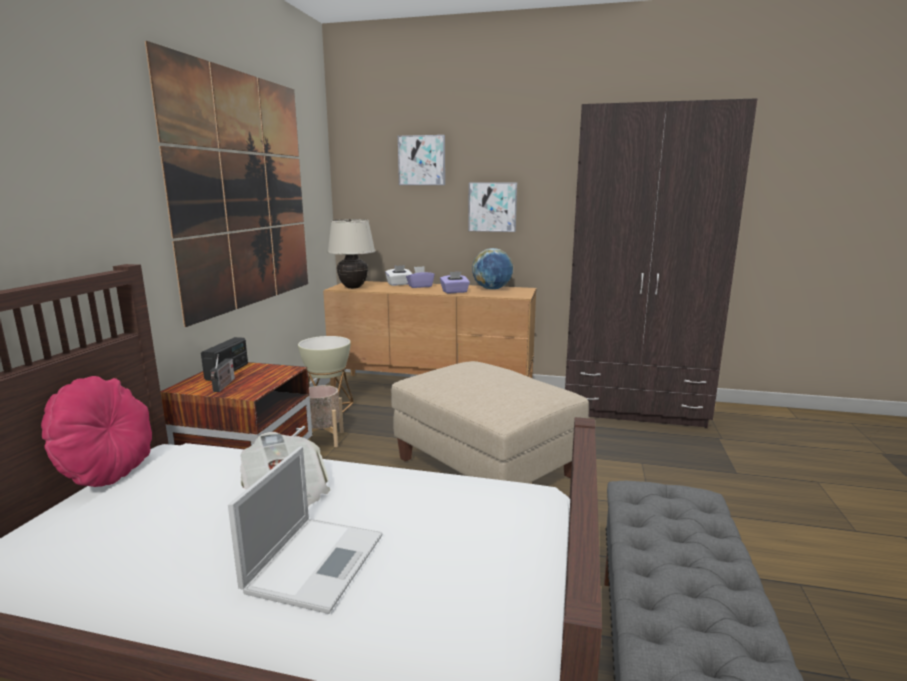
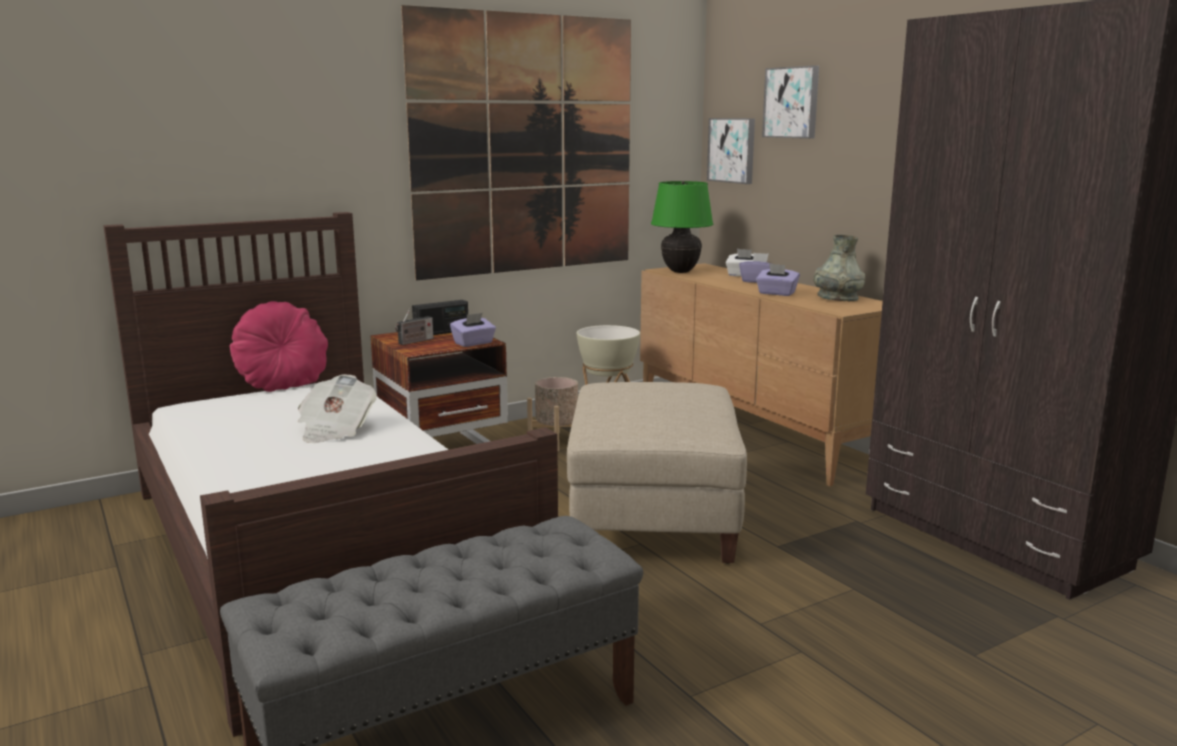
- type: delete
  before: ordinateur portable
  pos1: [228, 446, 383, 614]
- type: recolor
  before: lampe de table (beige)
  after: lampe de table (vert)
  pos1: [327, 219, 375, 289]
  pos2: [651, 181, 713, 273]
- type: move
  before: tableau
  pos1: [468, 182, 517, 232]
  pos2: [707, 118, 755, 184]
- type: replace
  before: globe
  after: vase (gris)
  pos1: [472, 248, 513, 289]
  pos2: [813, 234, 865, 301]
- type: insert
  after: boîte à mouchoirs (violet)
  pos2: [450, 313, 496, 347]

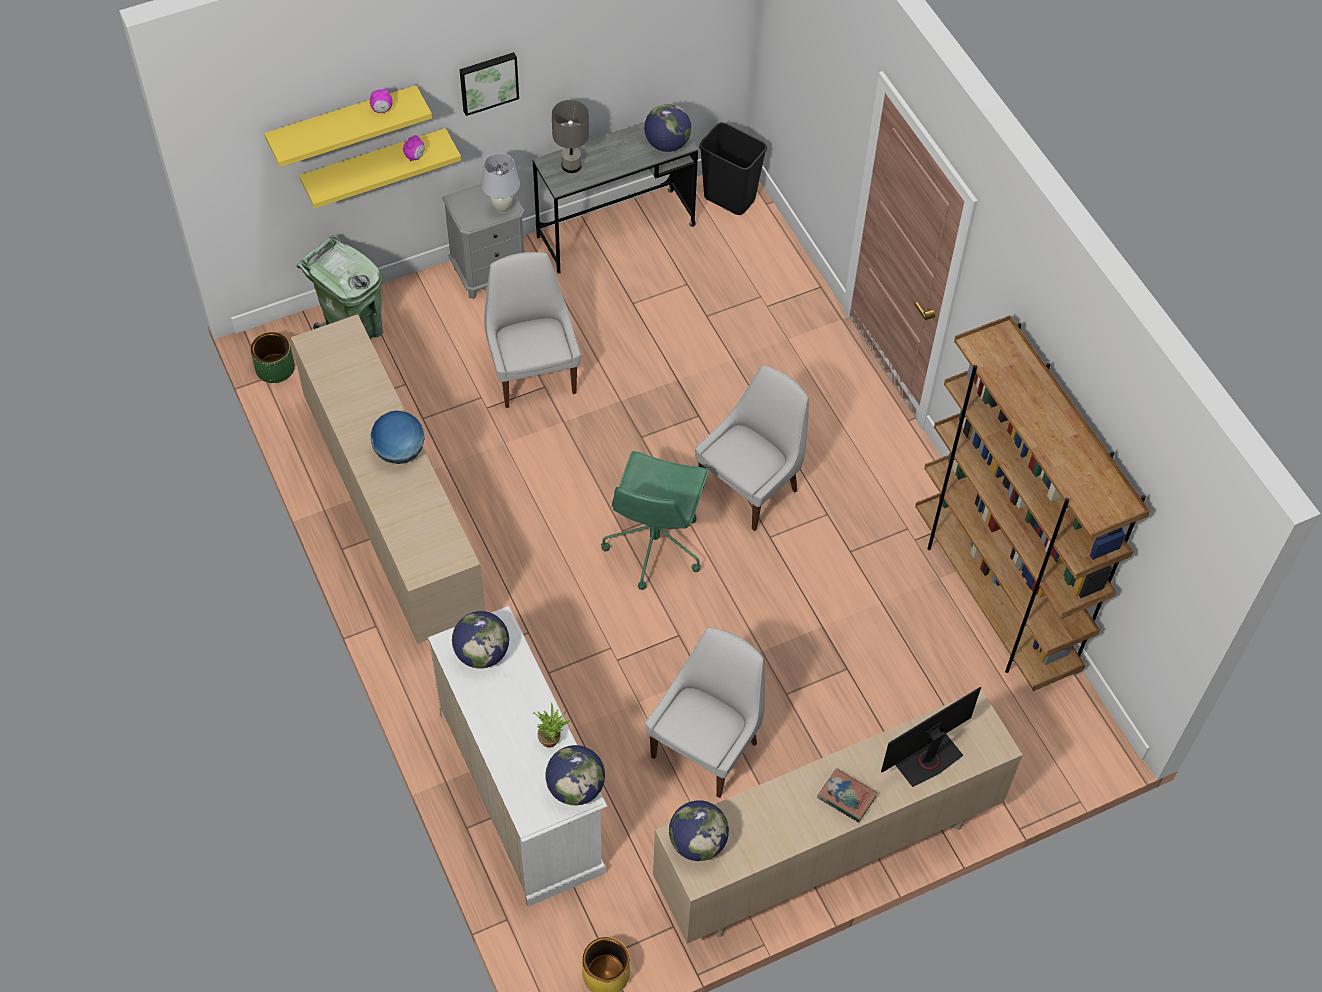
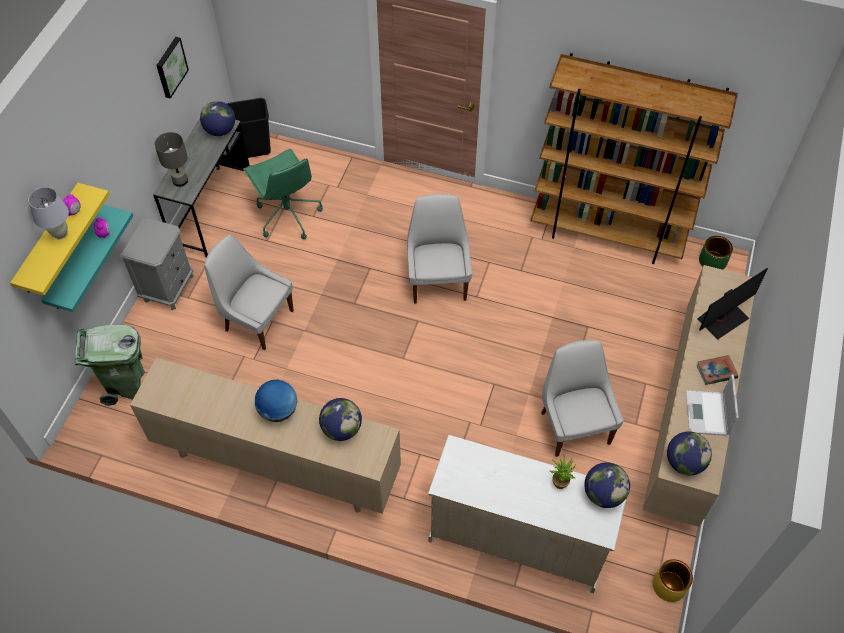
- type: move
  before: cache-pot (vert)
  pos1: [251, 332, 295, 383]
  pos2: [699, 236, 733, 270]
- type: recolor
  before: étagère (jaune)
  after: étagère (turquoise)
  pos1: [299, 128, 461, 209]
  pos2: [41, 205, 133, 312]
- type: move
  before: globe
  pos1: [452, 611, 509, 669]
  pos2: [319, 398, 362, 441]
- type: move
  before: tableau
  pos1: [460, 52, 519, 116]
  pos2: [156, 37, 189, 99]
- type: move
  before: lampe de table (blanc)
  pos1: [481, 153, 520, 213]
  pos2: [28, 187, 69, 239]
- type: move
  before: chaise de bureau (vert)
  pos1: [601, 451, 709, 590]
  pos2: [243, 149, 323, 239]
- type: rotate
  before: écran d'ordinateur
  pos1: [881, 687, 981, 787]
  pos2: [698, 268, 768, 339]
  turn: -135
- type: insert
  after: ordinateur portable
  pos2: [686, 374, 739, 436]

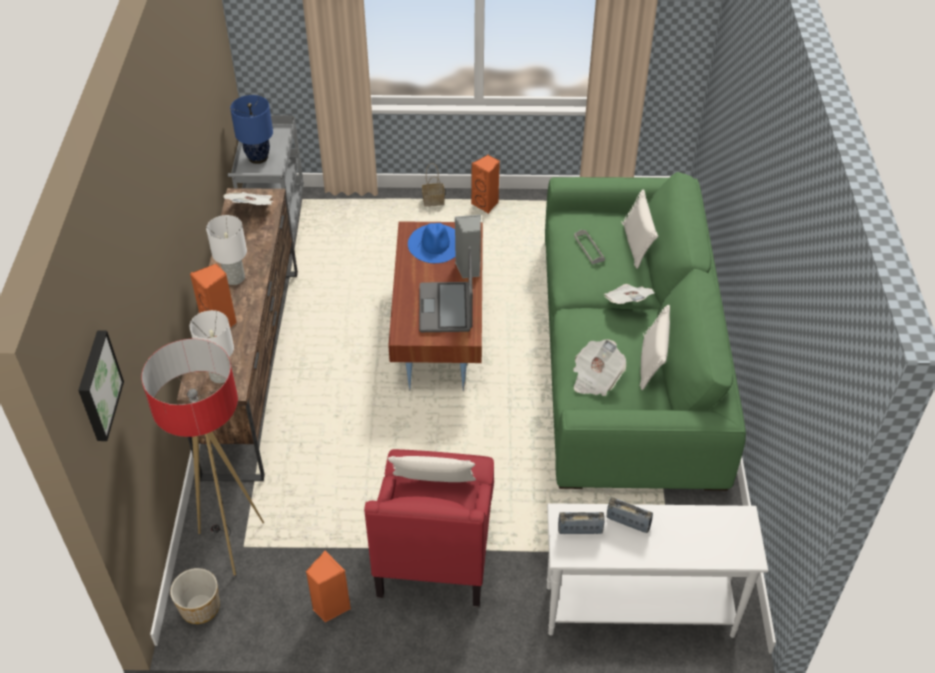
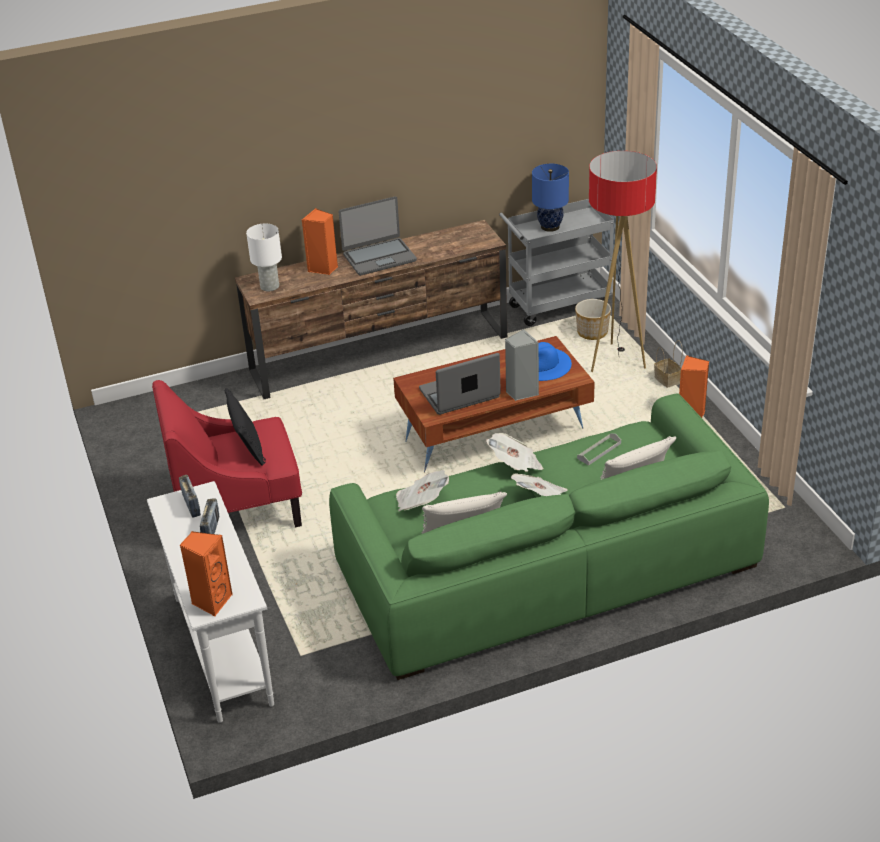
- type: delete
  before: tableau
  pos1: [78, 330, 124, 441]
- type: move
  before: lampadaire
  pos1: [142, 339, 264, 575]
  pos2: [589, 151, 657, 372]
- type: move
  before: cache-pot
  pos1: [170, 568, 220, 624]
  pos2: [575, 299, 611, 340]
- type: replace
  before: lampe de table (blanc)
  after: ordinateur portable
  pos1: [206, 215, 247, 285]
  pos2: [338, 196, 417, 276]
- type: move
  before: journal
  pos1: [224, 192, 273, 205]
  pos2: [486, 433, 544, 471]
- type: move
  before: enceinte (orange)
  pos1: [305, 550, 351, 622]
  pos2: [180, 531, 233, 616]
- type: recolor
  before: coussin (blanc)
  after: coussin (noir)
  pos1: [387, 456, 476, 482]
  pos2: [225, 388, 266, 466]

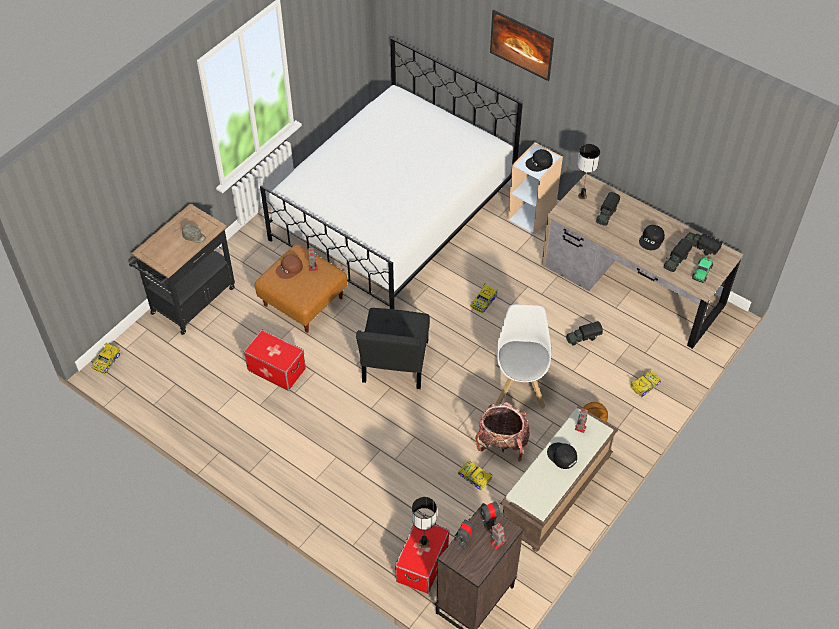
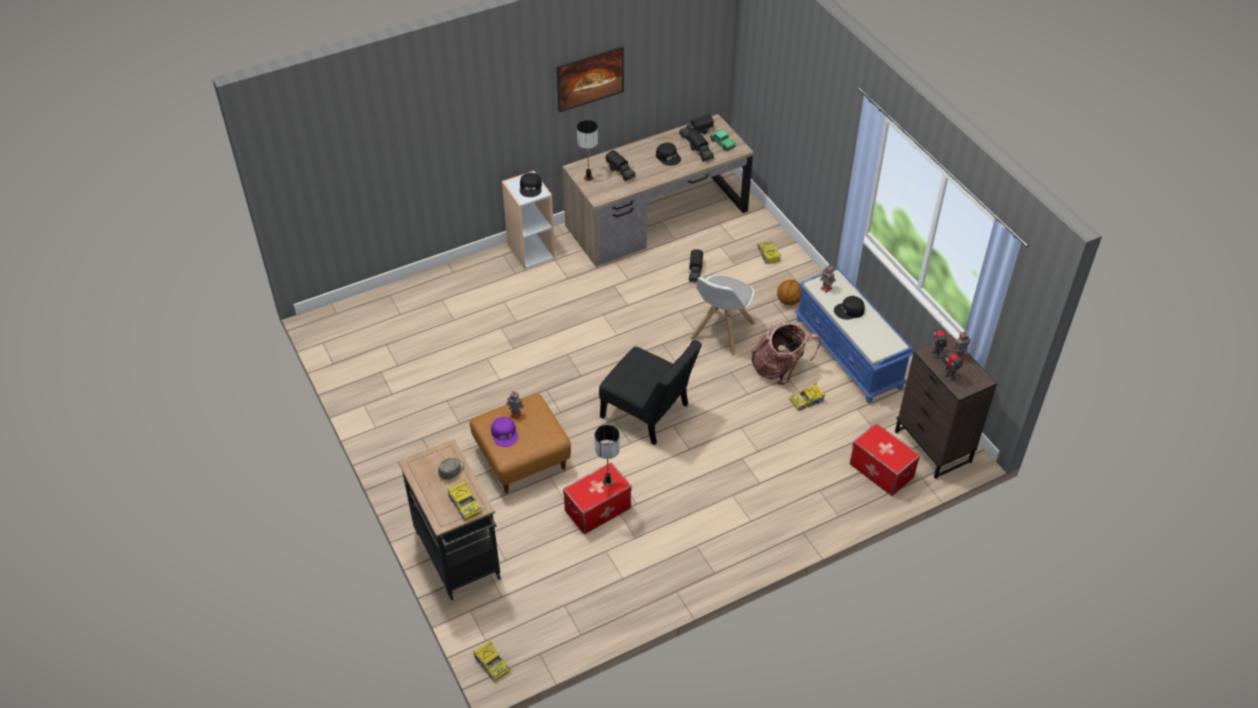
- type: delete
  before: lit (blanc)
  pos1: [260, 38, 523, 309]
- type: recolor
  before: casquette (marron)
  after: casquette (violet)
  pos1: [276, 255, 303, 279]
  pos2: [491, 417, 518, 447]
- type: move
  before: lampe de table
  pos1: [412, 497, 437, 548]
  pos2: [595, 425, 620, 486]
- type: move
  before: petite voiture
  pos1: [470, 284, 498, 313]
  pos2: [447, 480, 483, 521]
- type: move
  before: tableau
  pos1: [490, 10, 554, 81]
  pos2: [556, 46, 624, 113]
- type: rotate
  before: chaise
  pos1: [495, 304, 551, 408]
  pos2: [690, 275, 755, 356]
  turn: -90
- type: recolor
  before: banc (marron)
  after: banc (bleu)
  pos1: [500, 406, 618, 552]
  pos2: [795, 267, 913, 403]

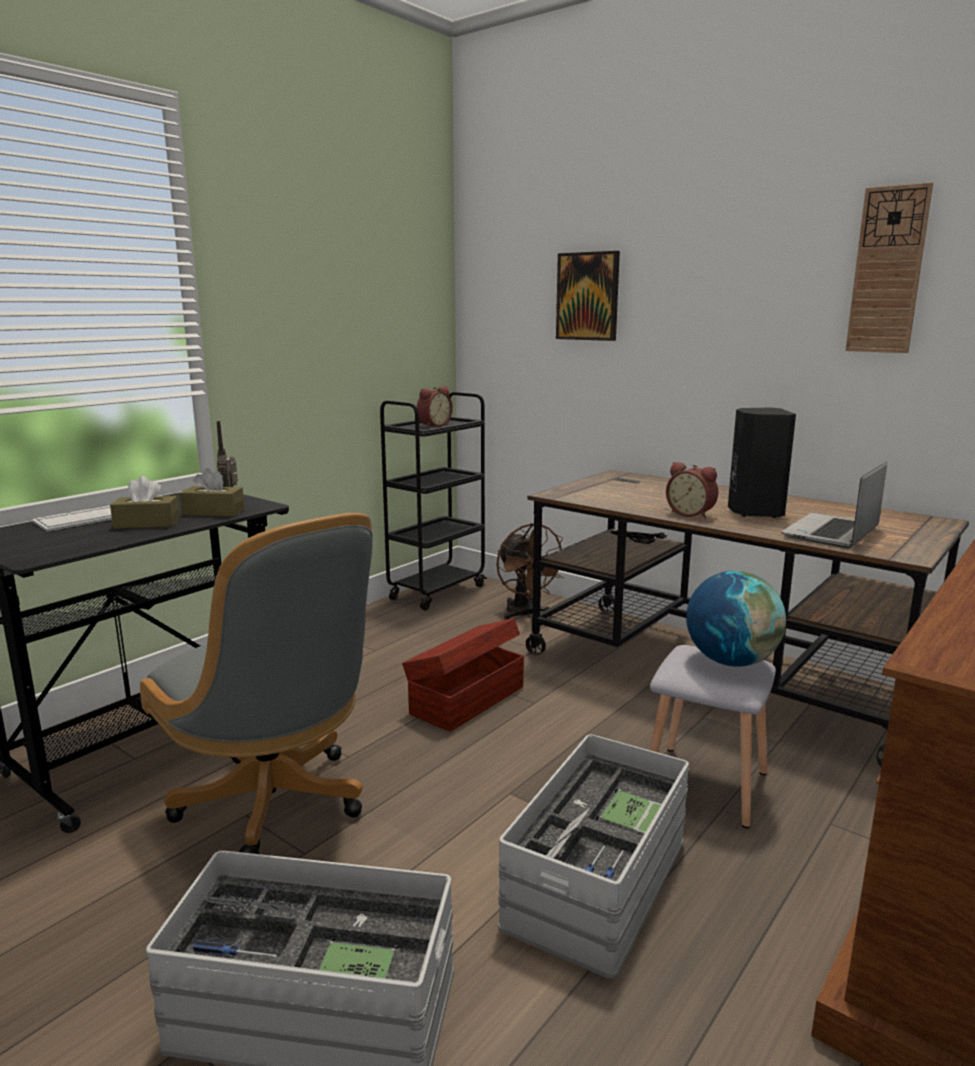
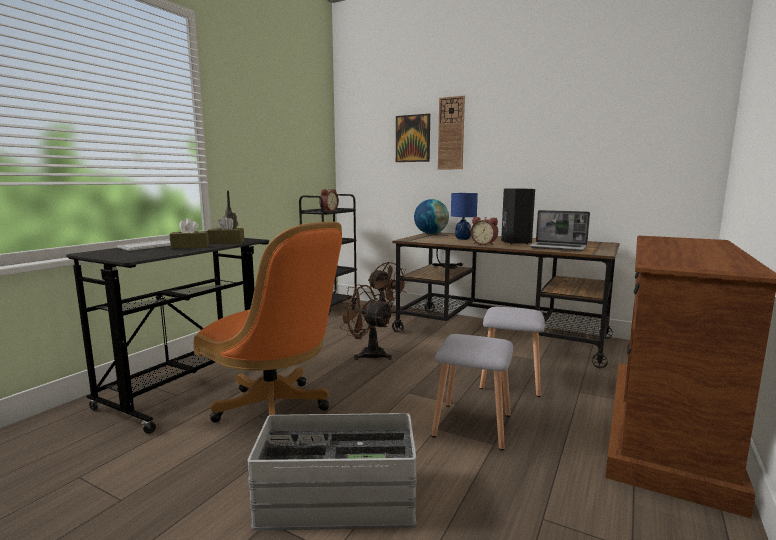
- type: recolor
  before: chaise de bureau (gris)
  after: chaise de bureau (orange)
  pos1: [140, 513, 373, 854]
  pos2: [194, 221, 342, 423]
- type: replace
  before: boîte de rangement (marron)
  after: ventilateur (marron)
  pos1: [402, 618, 524, 732]
  pos2: [338, 284, 393, 360]
- type: replace
  before: boîte de rangement (gris)
  after: tabouret (gris)
  pos1: [497, 734, 691, 979]
  pos2: [431, 334, 513, 451]
- type: move
  before: globe
  pos1: [686, 571, 786, 667]
  pos2: [414, 199, 449, 234]
- type: rotate
  before: ordinateur portable
  pos1: [781, 462, 887, 548]
  pos2: [529, 210, 590, 251]
  turn: -90
- type: move
  before: horloge murale
  pos1: [846, 183, 933, 353]
  pos2: [438, 96, 465, 170]
- type: insert
  after: lampe de table (bleu)
  pos2: [451, 192, 478, 240]

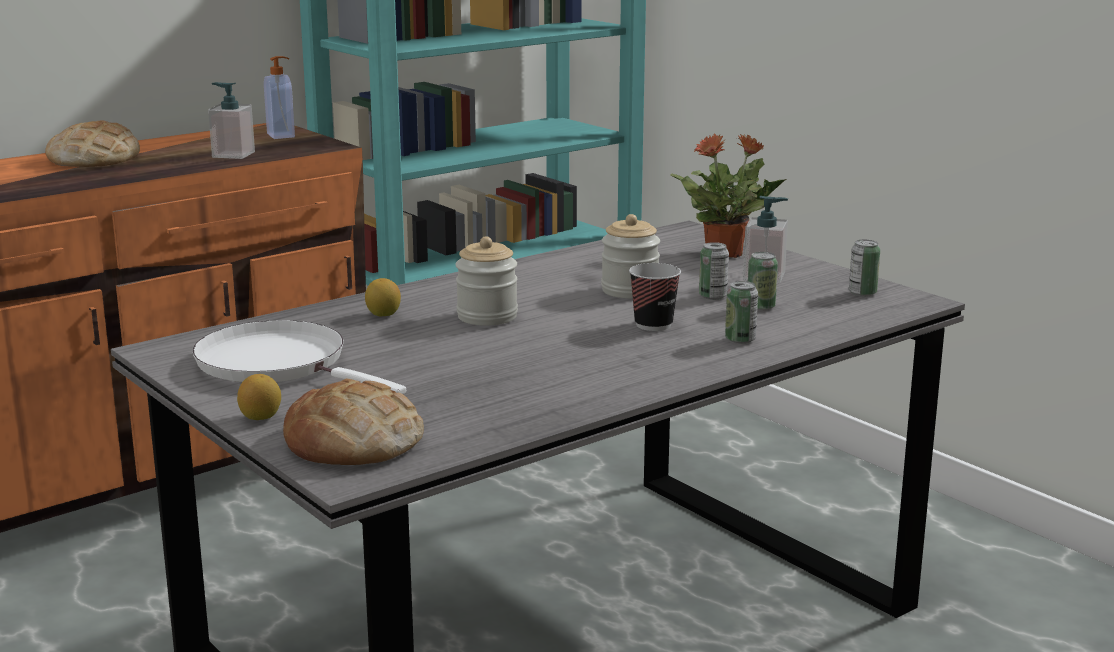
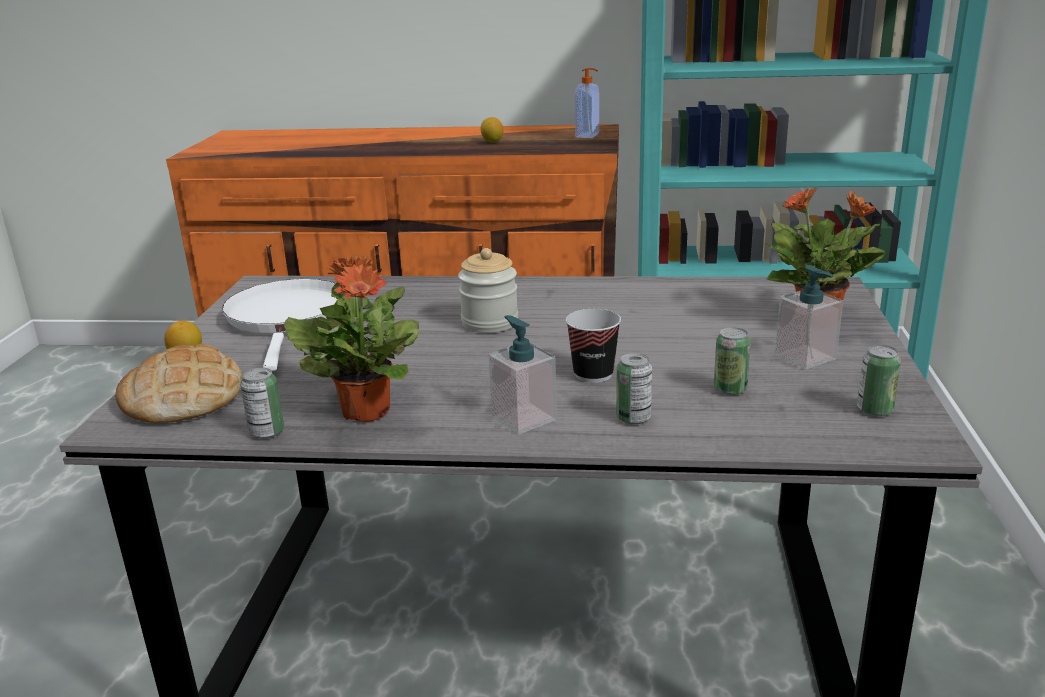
- type: delete
  before: pain
  pos1: [45, 121, 140, 167]
- type: move
  before: distributeur de savon
  pos1: [208, 82, 255, 159]
  pos2: [488, 315, 557, 435]
- type: move
  before: citron
  pos1: [365, 278, 401, 317]
  pos2: [480, 117, 503, 142]
- type: delete
  before: bocal
  pos1: [601, 214, 660, 298]
- type: move
  before: boîte métallique
  pos1: [699, 242, 729, 300]
  pos2: [240, 368, 284, 439]
- type: insert
  after: plante en pot
  pos2: [284, 254, 419, 422]

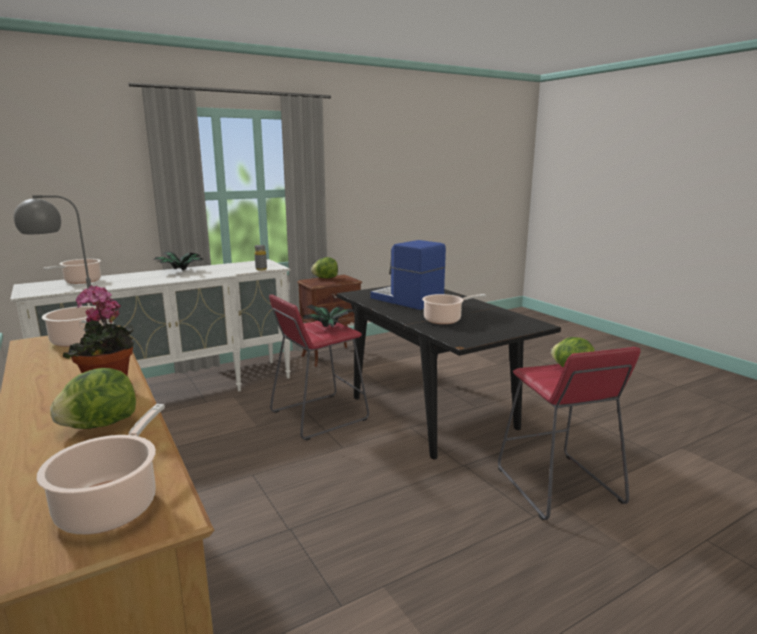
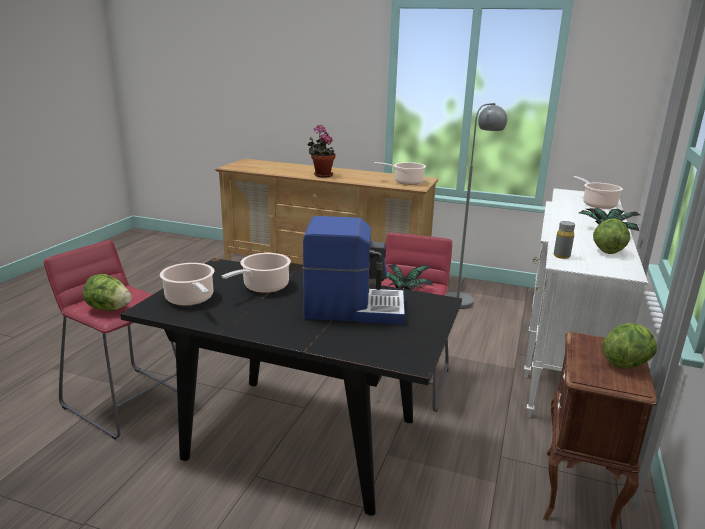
- type: move
  before: marmite
  pos1: [37, 404, 165, 535]
  pos2: [160, 263, 215, 306]
- type: move
  before: laitue
  pos1: [50, 368, 136, 429]
  pos2: [593, 218, 630, 254]

